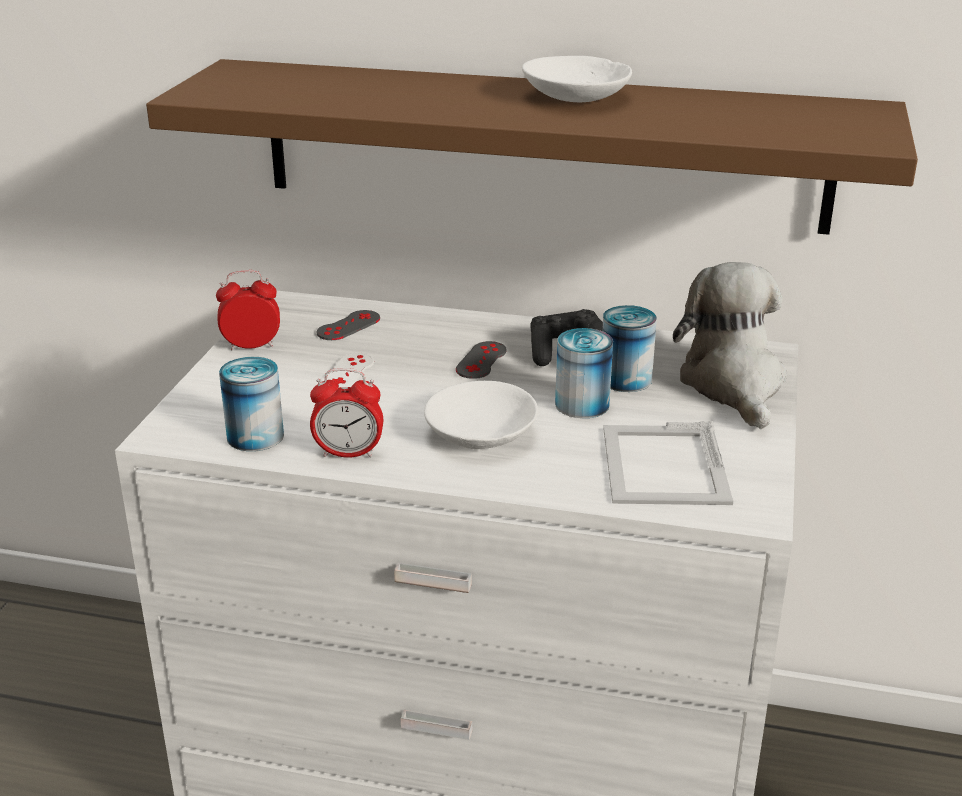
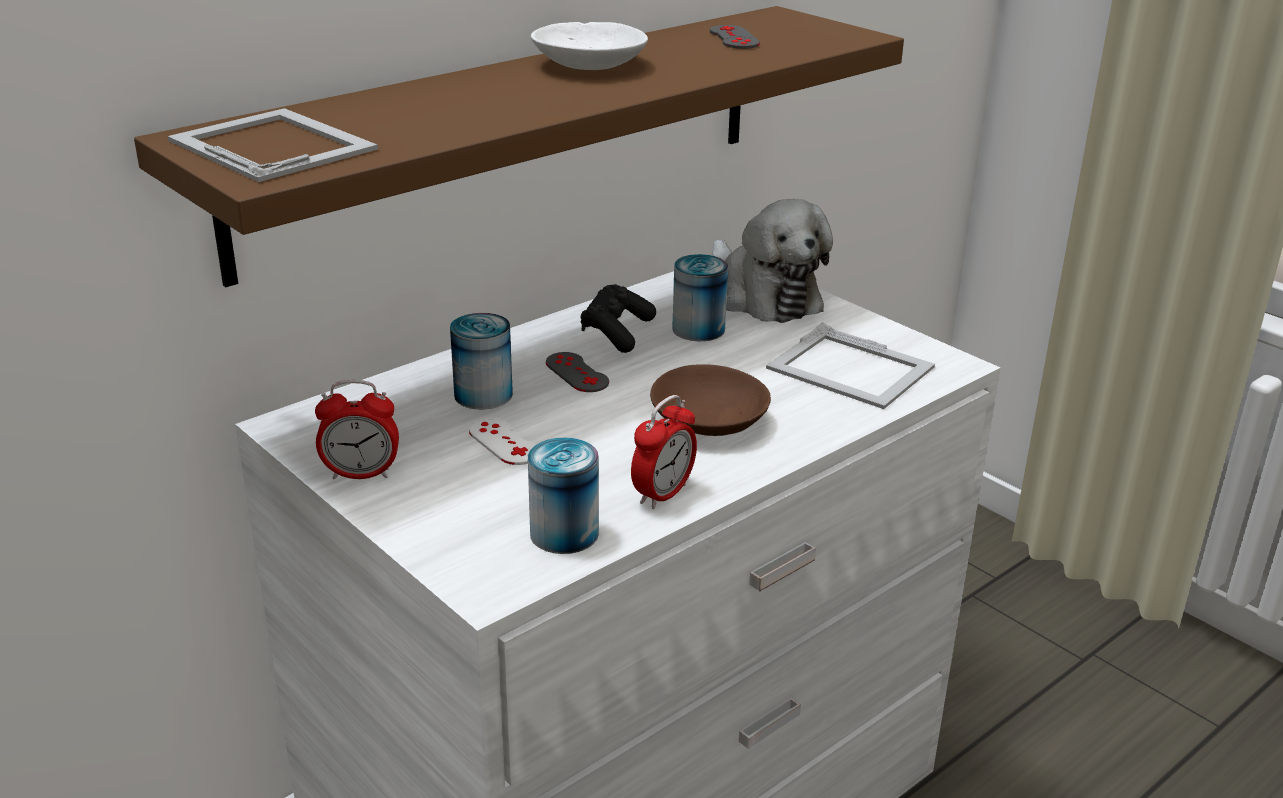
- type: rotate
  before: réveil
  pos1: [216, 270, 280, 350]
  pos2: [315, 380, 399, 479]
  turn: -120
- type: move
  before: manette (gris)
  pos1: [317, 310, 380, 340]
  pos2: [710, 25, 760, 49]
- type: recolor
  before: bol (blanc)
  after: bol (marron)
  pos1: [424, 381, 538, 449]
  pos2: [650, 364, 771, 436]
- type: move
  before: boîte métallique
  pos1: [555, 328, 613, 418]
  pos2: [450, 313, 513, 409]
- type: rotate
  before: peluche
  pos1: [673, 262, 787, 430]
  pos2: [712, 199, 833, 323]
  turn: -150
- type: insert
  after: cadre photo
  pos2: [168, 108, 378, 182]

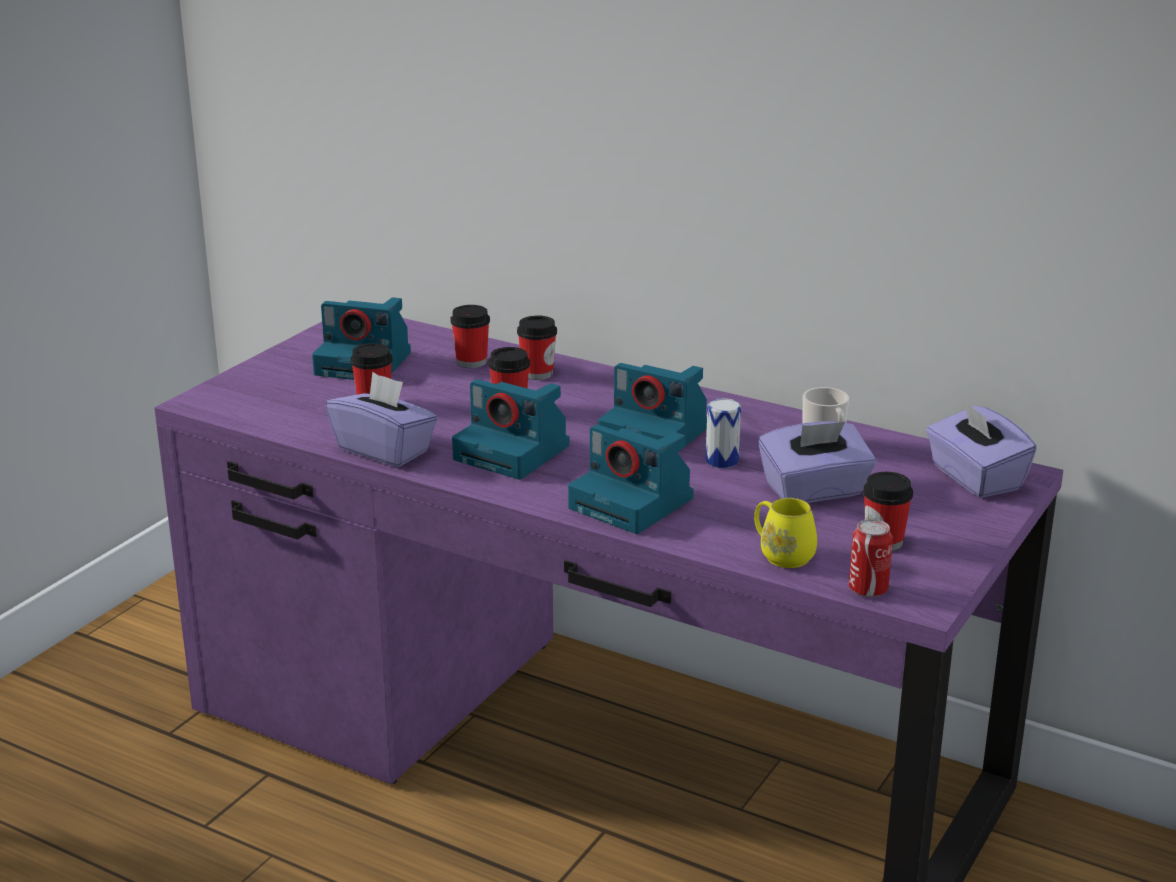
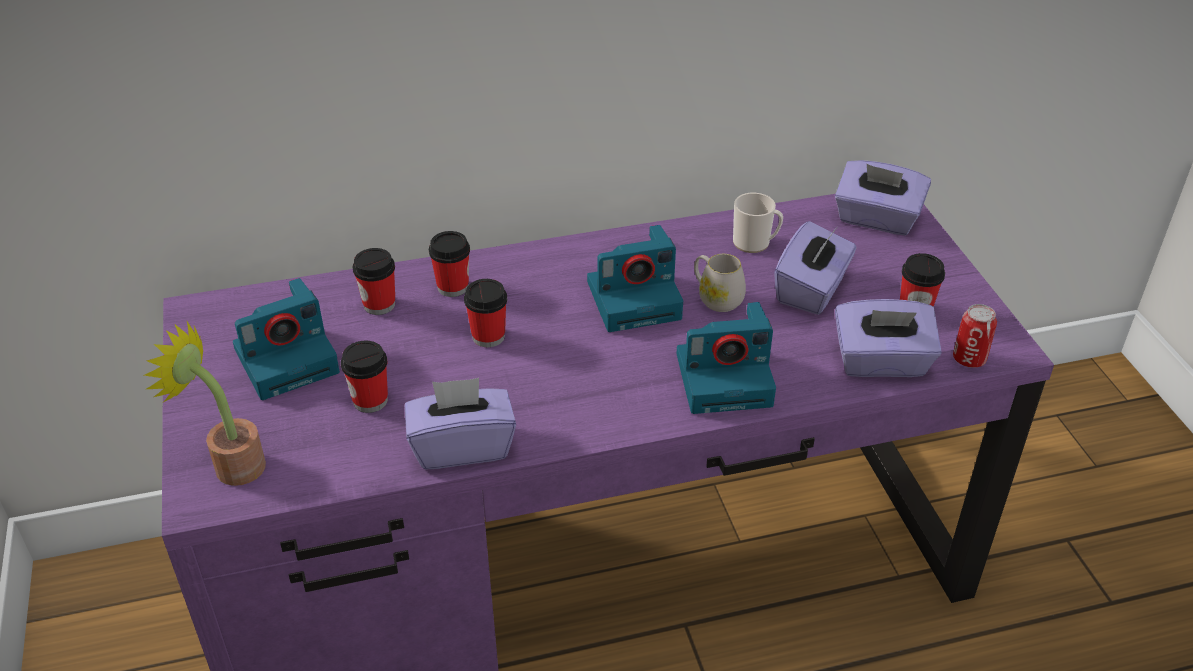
- type: delete
  before: appareil photo
  pos1: [452, 379, 570, 480]
- type: replace
  before: boîte métallique
  after: mug (blanc)
  pos1: [706, 398, 741, 468]
  pos2: [694, 254, 746, 312]
- type: replace
  before: mug (jaune)
  after: boîte à mouchoirs (violet)
  pos1: [754, 498, 817, 568]
  pos2: [835, 299, 942, 377]
- type: insert
  after: plante en pot
  pos2: [144, 320, 266, 486]

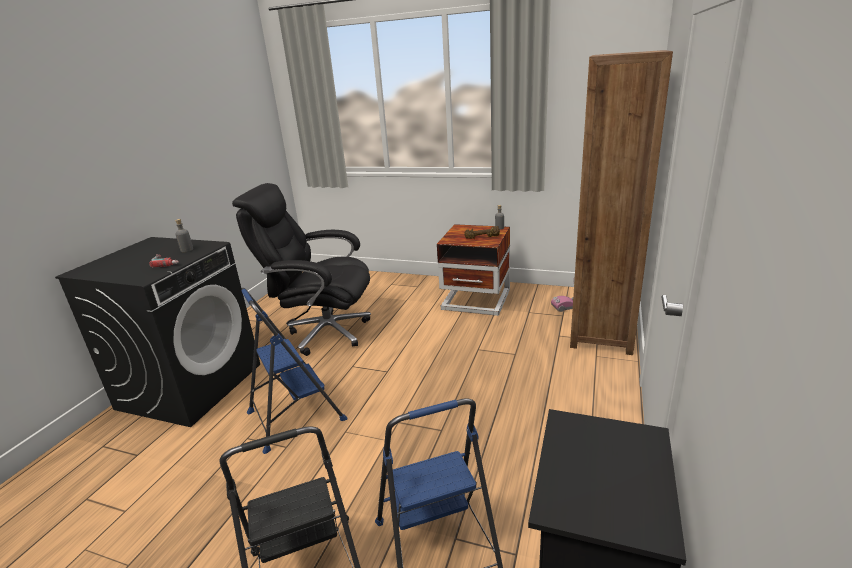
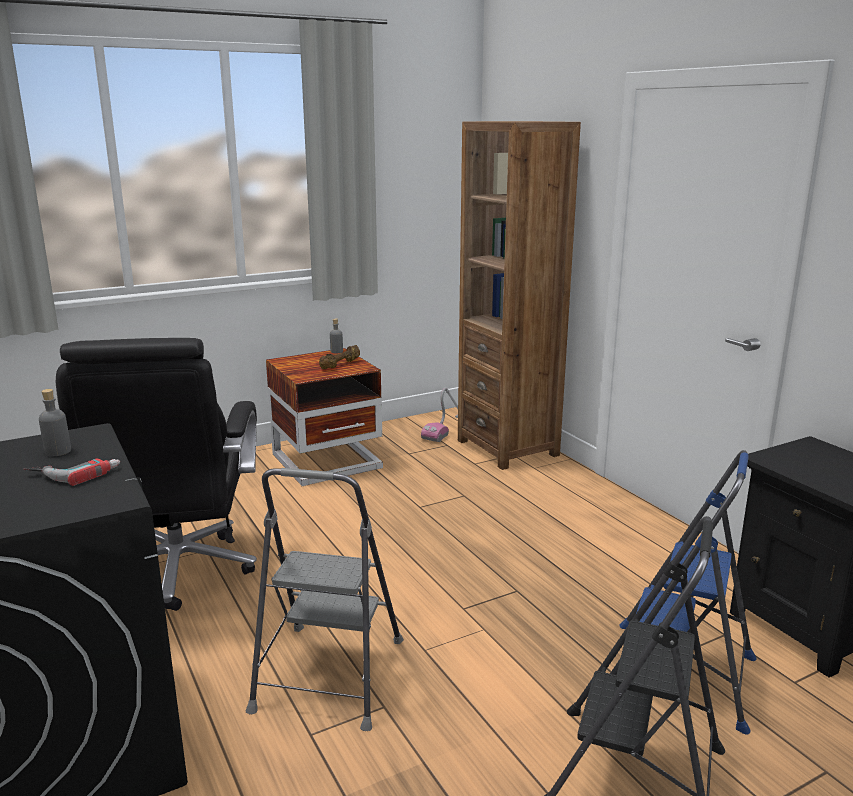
- type: rotate
  before: chaise de bureau (noir)
  pos1: [232, 183, 371, 356]
  pos2: [56, 338, 257, 611]
  turn: -60
- type: recolor
  before: escabeau (bleu)
  after: escabeau (gris)
  pos1: [241, 288, 348, 454]
  pos2: [246, 468, 404, 731]

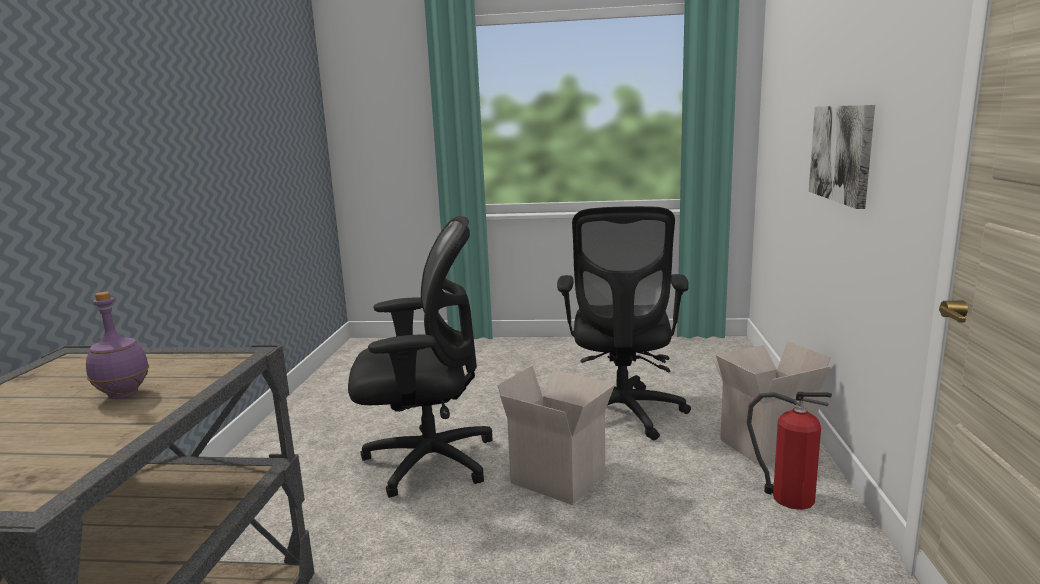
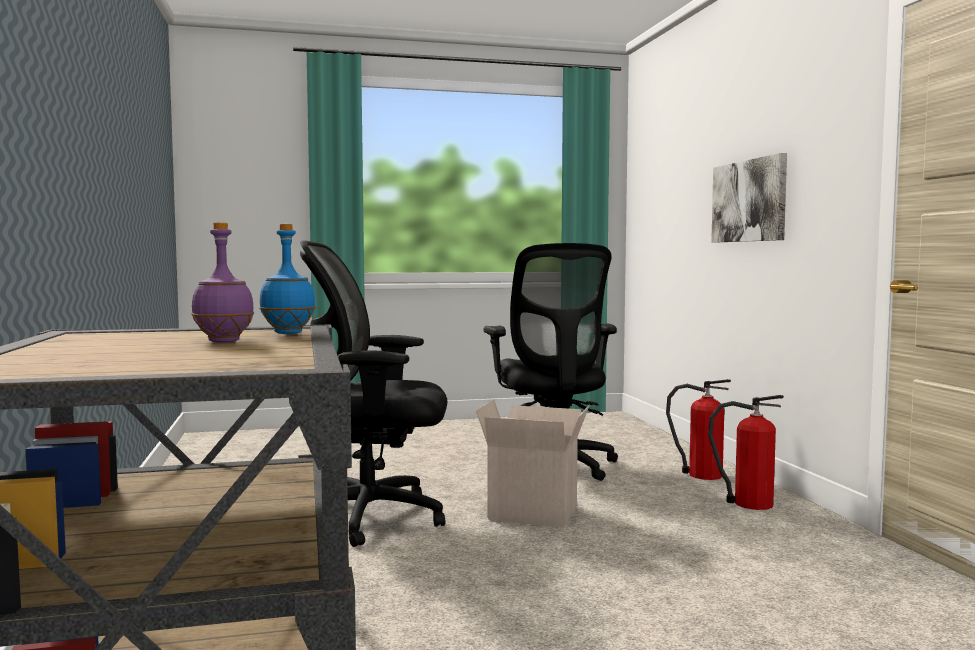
- type: rotate
  before: chaise de bureau (noir)
  pos1: [348, 216, 493, 498]
  pos2: [300, 241, 447, 547]
  turn: -150
- type: replace
  before: carton
  after: extincteur
  pos1: [712, 341, 830, 466]
  pos2: [666, 379, 731, 480]
- type: insert
  after: bouteille (bleu)
  pos2: [259, 224, 316, 334]

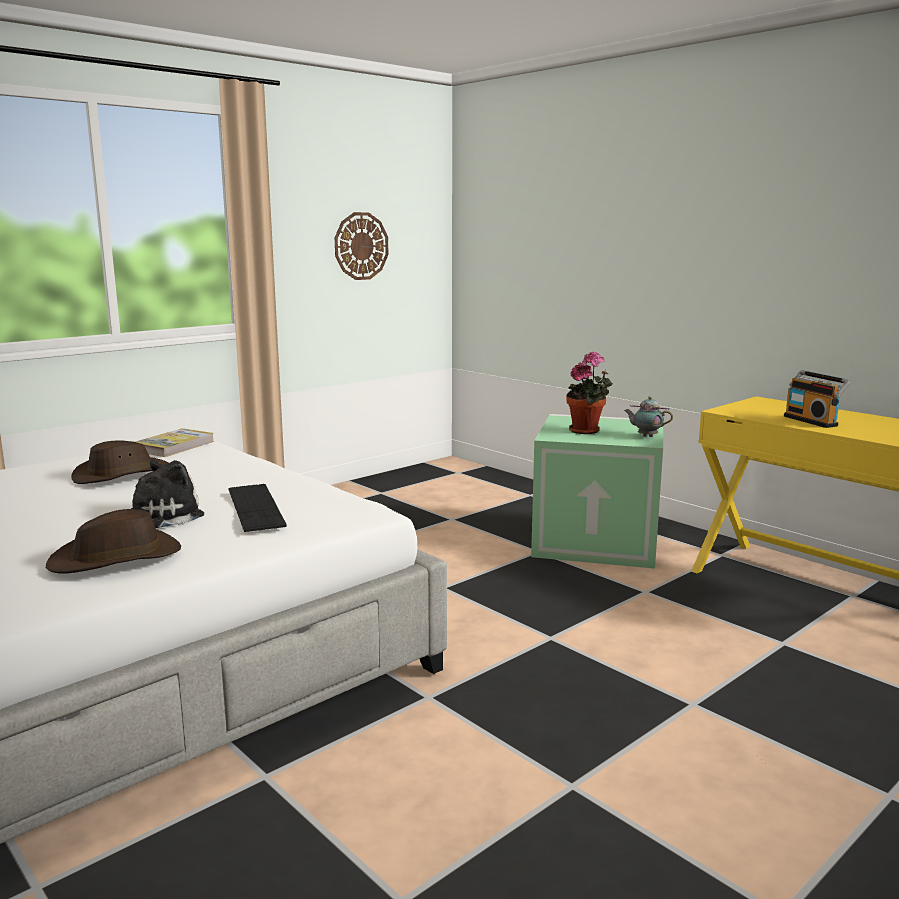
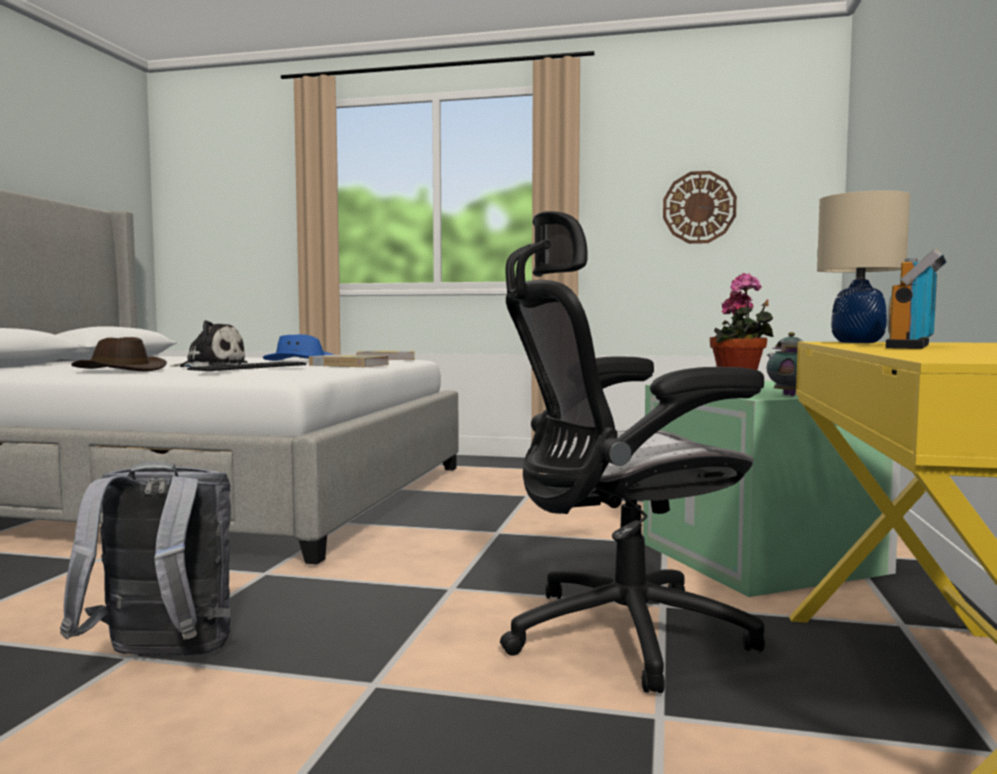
- type: recolor
  before: chapeau (marron)
  after: chapeau (bleu)
  pos1: [71, 440, 168, 484]
  pos2: [263, 334, 335, 361]
- type: insert
  after: sac à dos (gris)
  pos2: [60, 462, 232, 656]
- type: insert
  after: livre
  pos2: [309, 355, 389, 367]
- type: insert
  after: chaise de bureau
  pos2: [500, 211, 765, 693]
- type: insert
  after: lampe de table (beige)
  pos2: [817, 190, 910, 343]

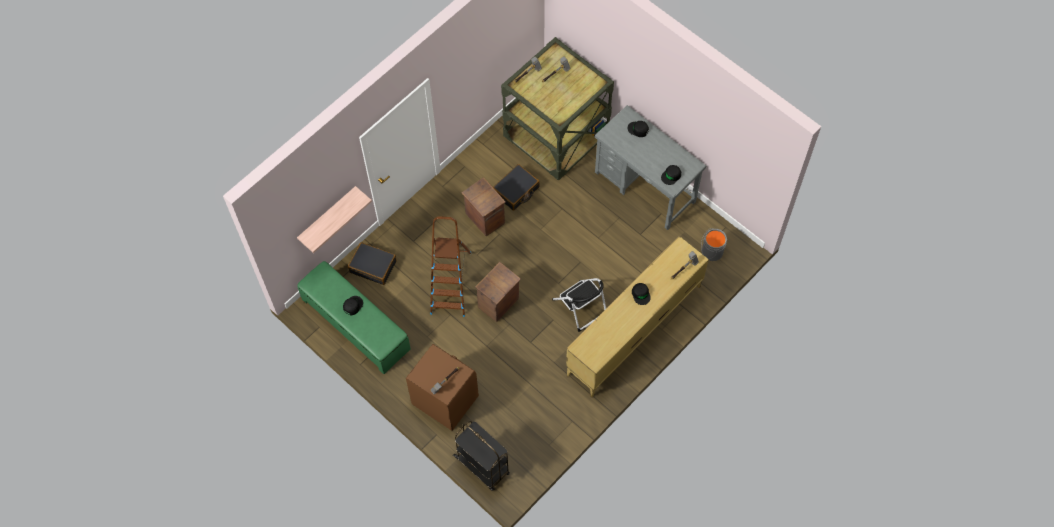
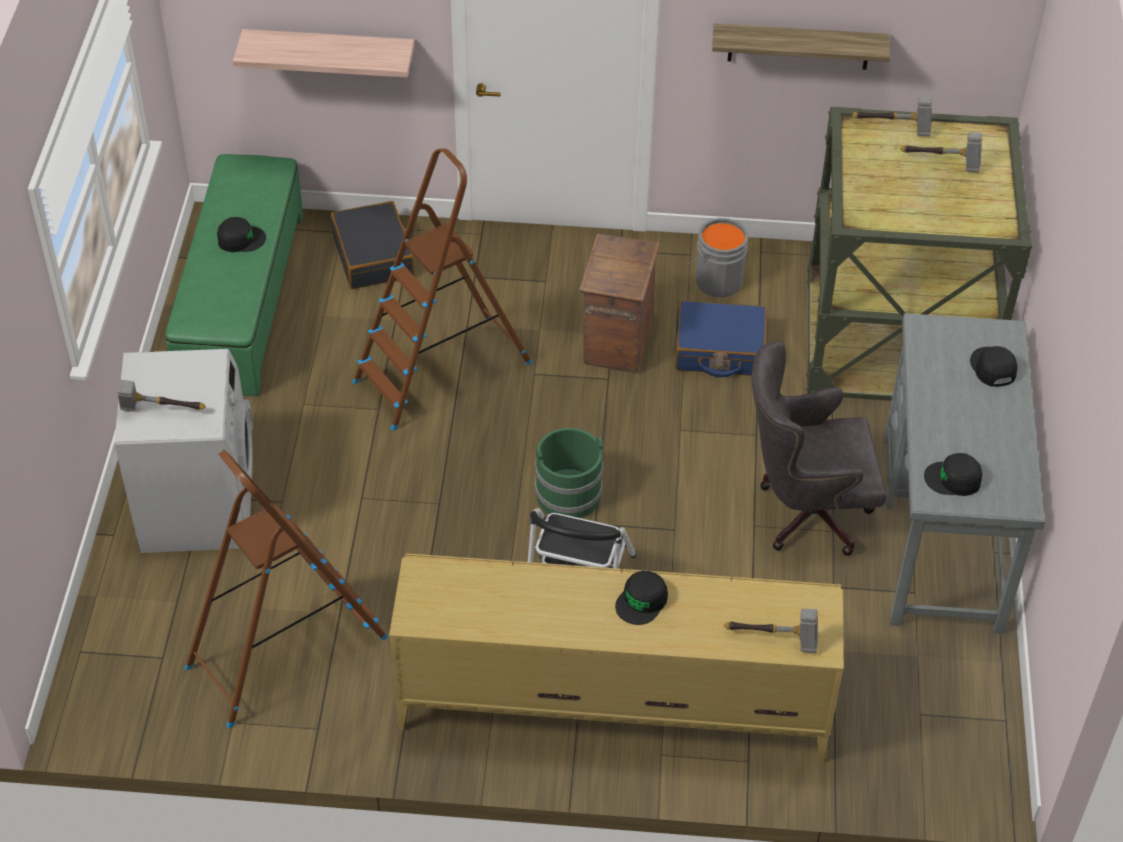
- type: recolor
  before: lave-linge (marron)
  after: lave-linge (blanc)
  pos1: [406, 344, 479, 431]
  pos2: [114, 349, 253, 553]
- type: delete
  before: chariot (noir)
  pos1: [453, 421, 510, 491]
- type: delete
  before: caisse
  pos1: [475, 262, 521, 322]
- type: recolor
  before: valise (noir)
  after: valise (bleu)
  pos1: [493, 164, 540, 211]
  pos2: [675, 301, 767, 377]
- type: move
  before: seau (gris)
  pos1: [701, 228, 727, 261]
  pos2: [687, 218, 748, 297]
- type: insert
  after: escabeau (marron)
  pos2: [185, 449, 388, 728]
- type: insert
  after: seau (vert)
  pos2: [535, 428, 603, 518]
- type: insert
  after: étagère
  pos2: [712, 23, 890, 70]
- type: insert
  after: chaise de bureau (gris)
  pos2: [752, 341, 887, 556]

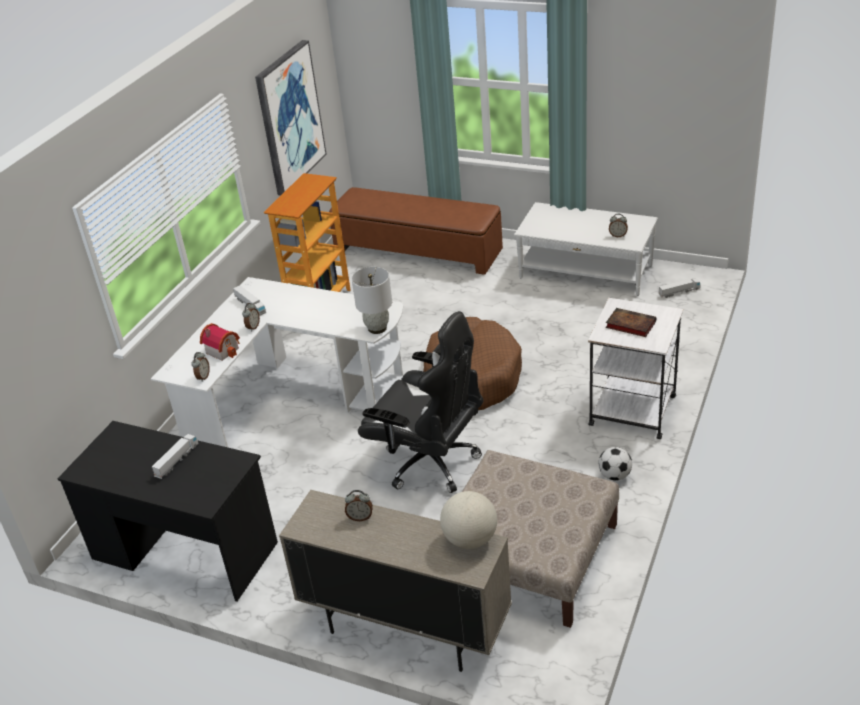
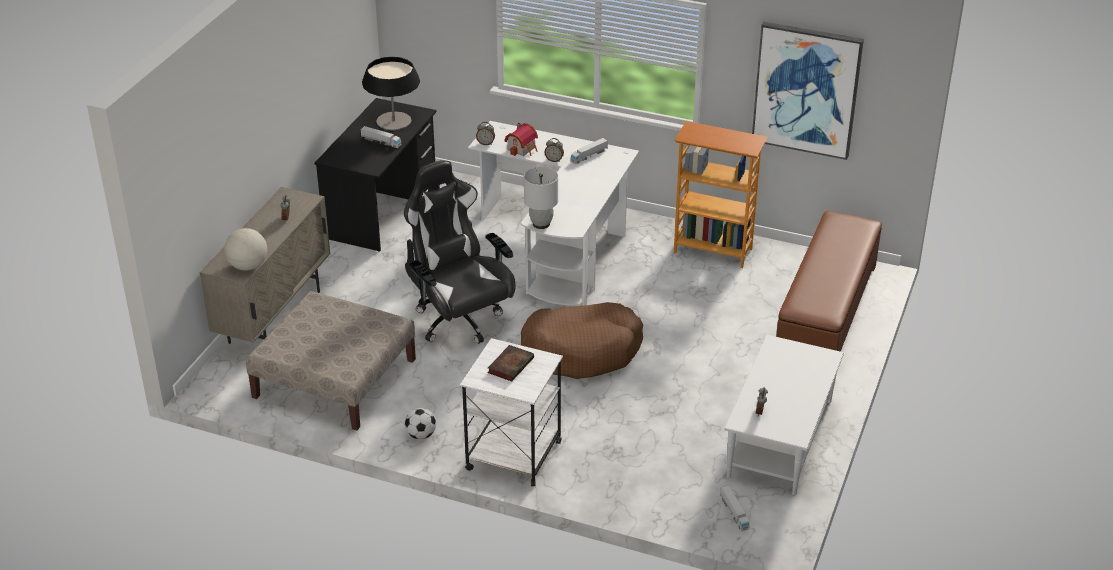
- type: rotate
  before: chaise de bureau (noir)
  pos1: [358, 311, 484, 493]
  pos2: [404, 160, 516, 344]
  turn: 120
- type: insert
  after: lampe de table
  pos2: [362, 57, 420, 130]

